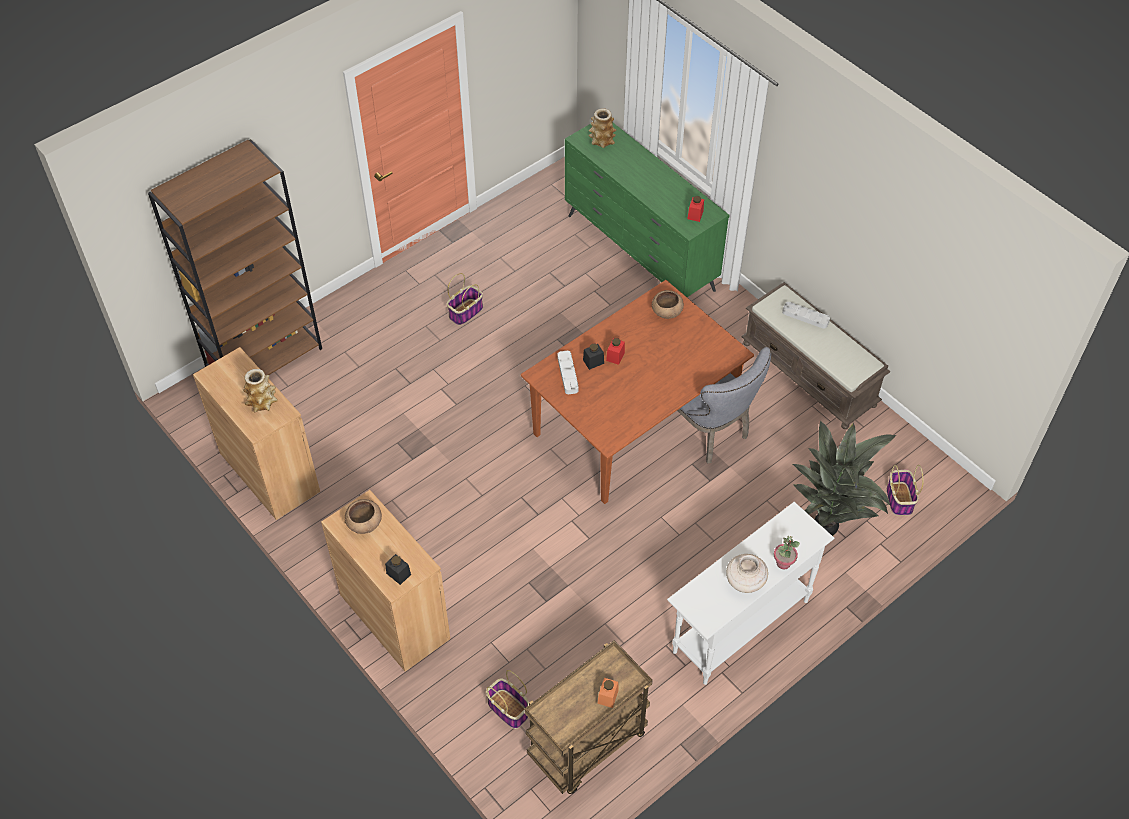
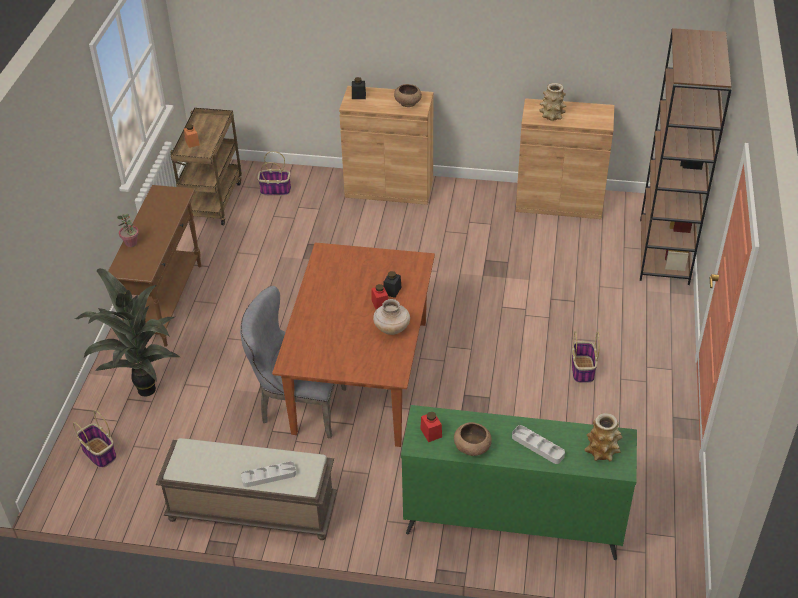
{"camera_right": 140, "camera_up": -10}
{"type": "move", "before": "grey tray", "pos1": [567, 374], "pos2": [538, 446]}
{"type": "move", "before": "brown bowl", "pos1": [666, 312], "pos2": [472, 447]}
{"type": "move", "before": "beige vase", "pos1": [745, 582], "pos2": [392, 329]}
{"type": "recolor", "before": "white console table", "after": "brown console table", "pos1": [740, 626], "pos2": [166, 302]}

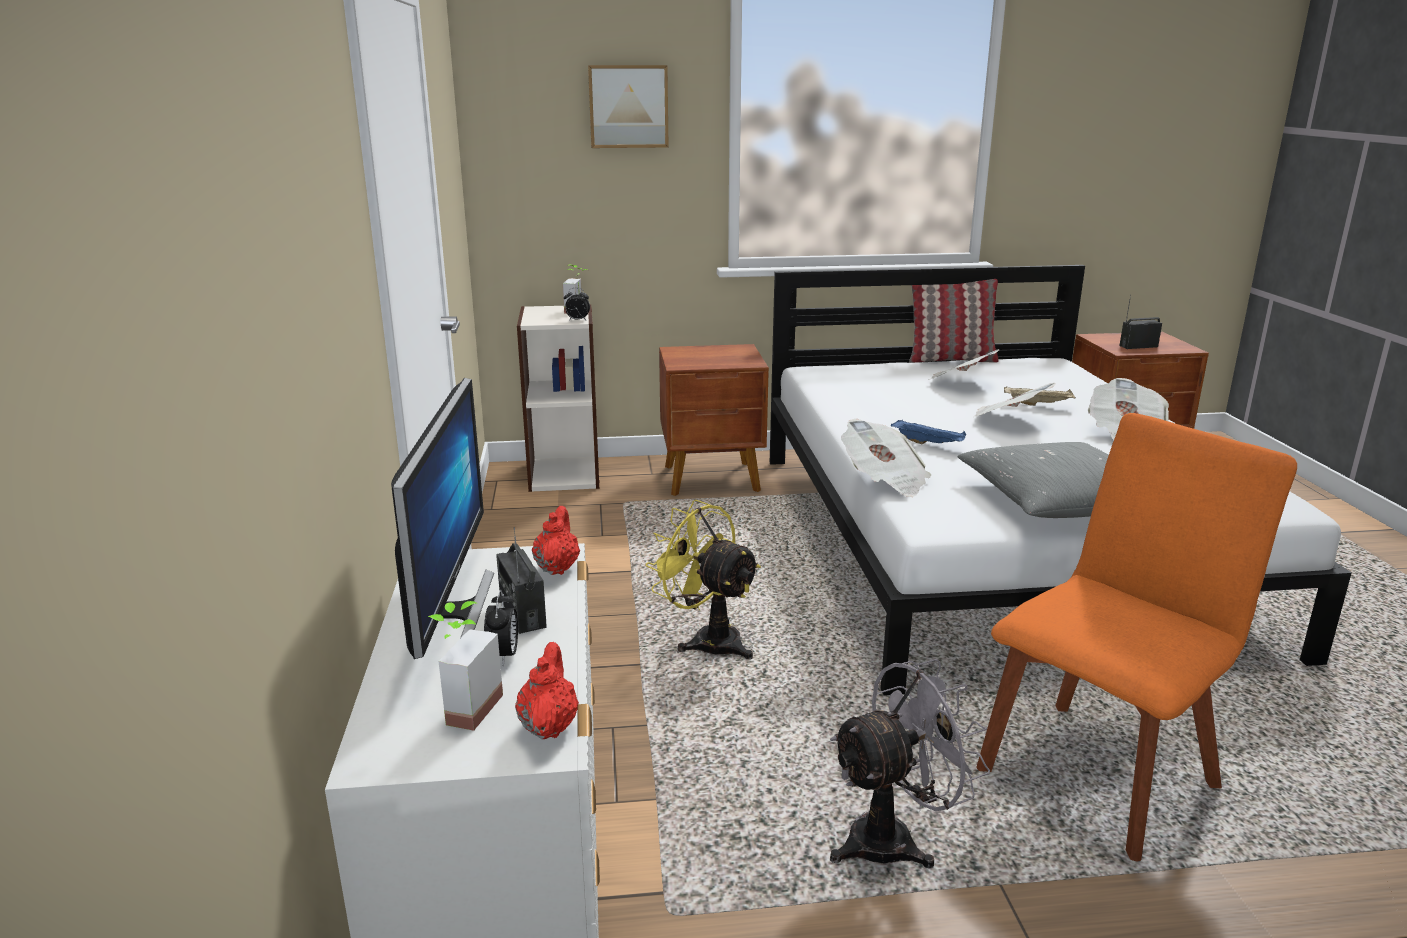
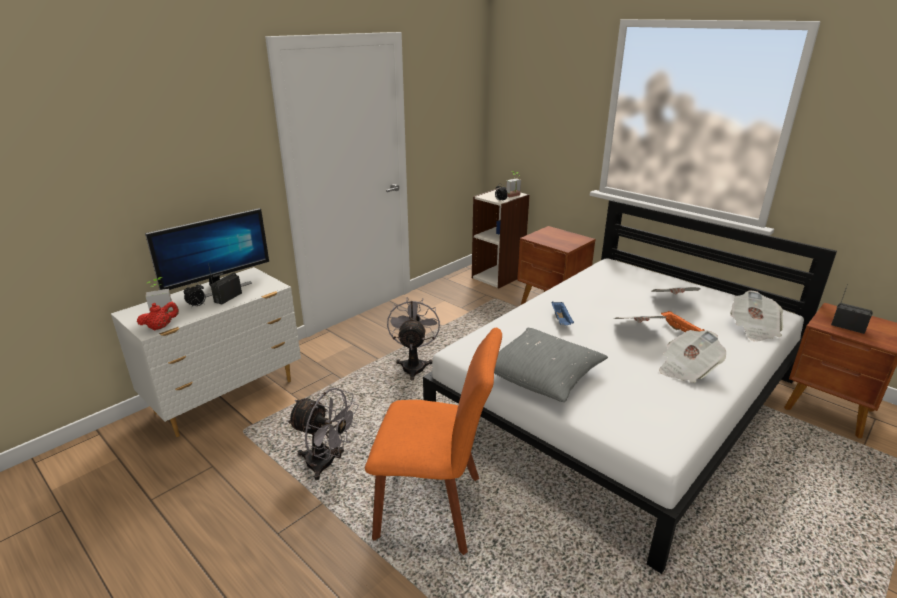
{"camera_right": 50, "camera_up": 5}
{"type": "delete", "before": "red teapot", "pos1": [557, 568]}
{"type": "delete", "before": "picture", "pos1": [628, 106]}
{"type": "delete", "before": "pillow", "pos1": [950, 359]}
{"type": "move", "before": "newspaper", "pos1": [885, 480], "pos2": [753, 329]}
{"type": "recolor", "before": "yellow fan", "after": "grey fan", "pos1": [707, 640], "pos2": [414, 365]}
{"type": "recolor", "before": "beige tray", "after": "orange tray", "pos1": [1038, 404], "pos2": [681, 330]}

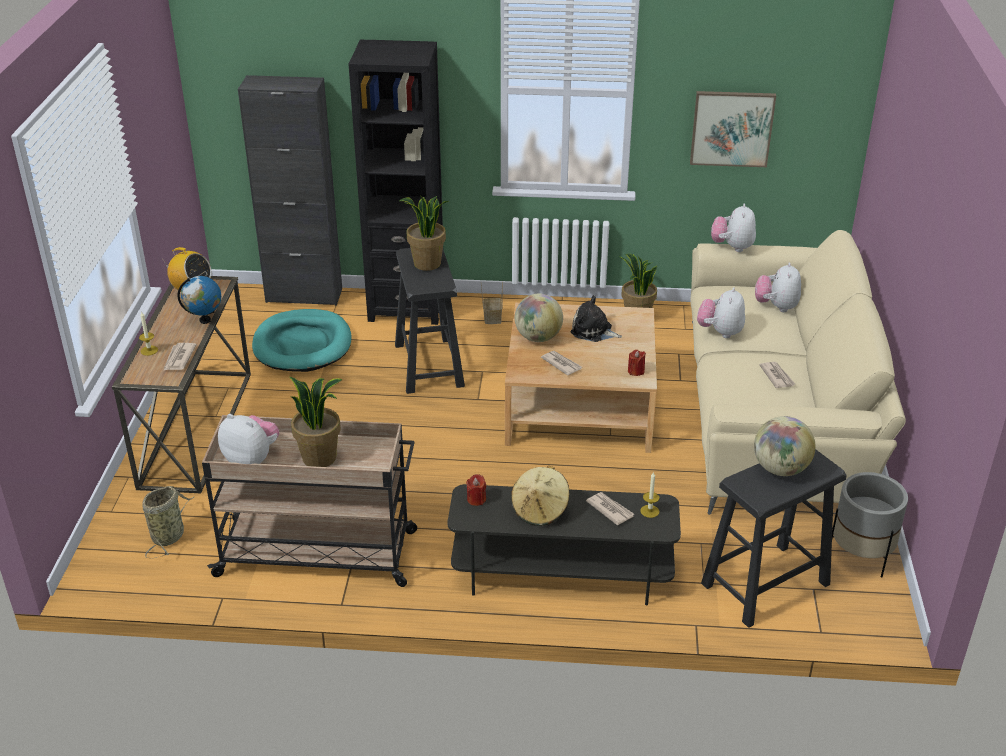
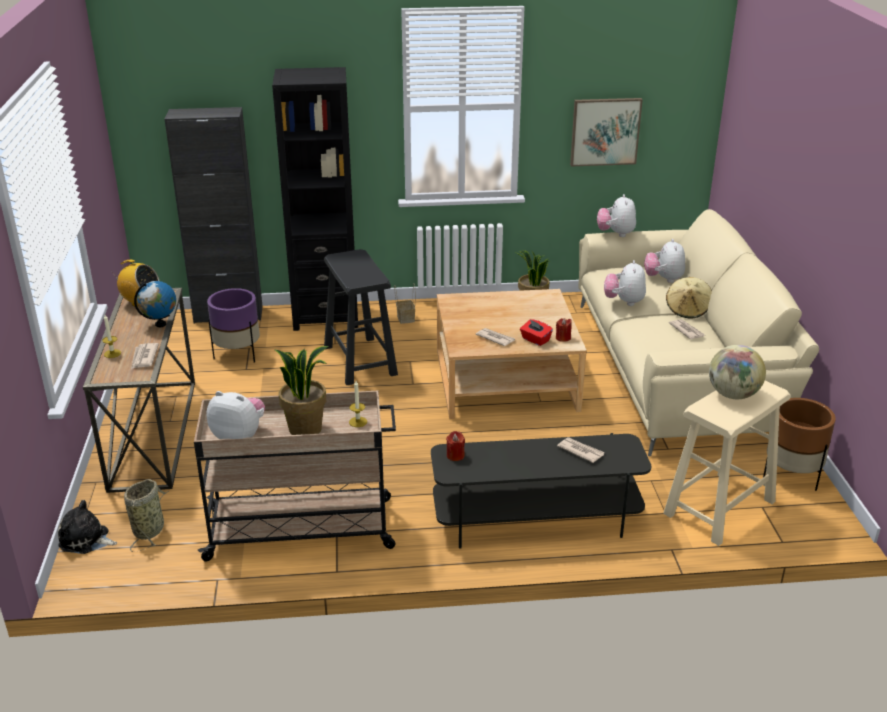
{"camera_right": -10, "camera_up": -5}
{"type": "delete", "before": "potted plant", "pos1": [427, 264]}
{"type": "delete", "before": "globe", "pos1": [538, 338]}
{"type": "insert", "after": "red tissue box", "pos2": [535, 340]}
{"type": "move", "before": "beige hat", "pos1": [540, 510], "pos2": [687, 310]}
{"type": "move", "before": "plush toy", "pos1": [593, 331], "pos2": [86, 540]}
{"type": "move", "before": "candle", "pos1": [649, 511], "pos2": [358, 422]}
{"type": "replace", "before": "turquoise dog bed", "after": "purple planter", "pos1": [302, 345], "pos2": [238, 354]}
{"type": "recolor", "before": "black stool", "after": "beige stool", "pos1": [764, 584], "pos2": [719, 508]}
{"type": "recolor", "before": "grey planter", "after": "brown planter", "pos1": [860, 556], "pos2": [791, 476]}

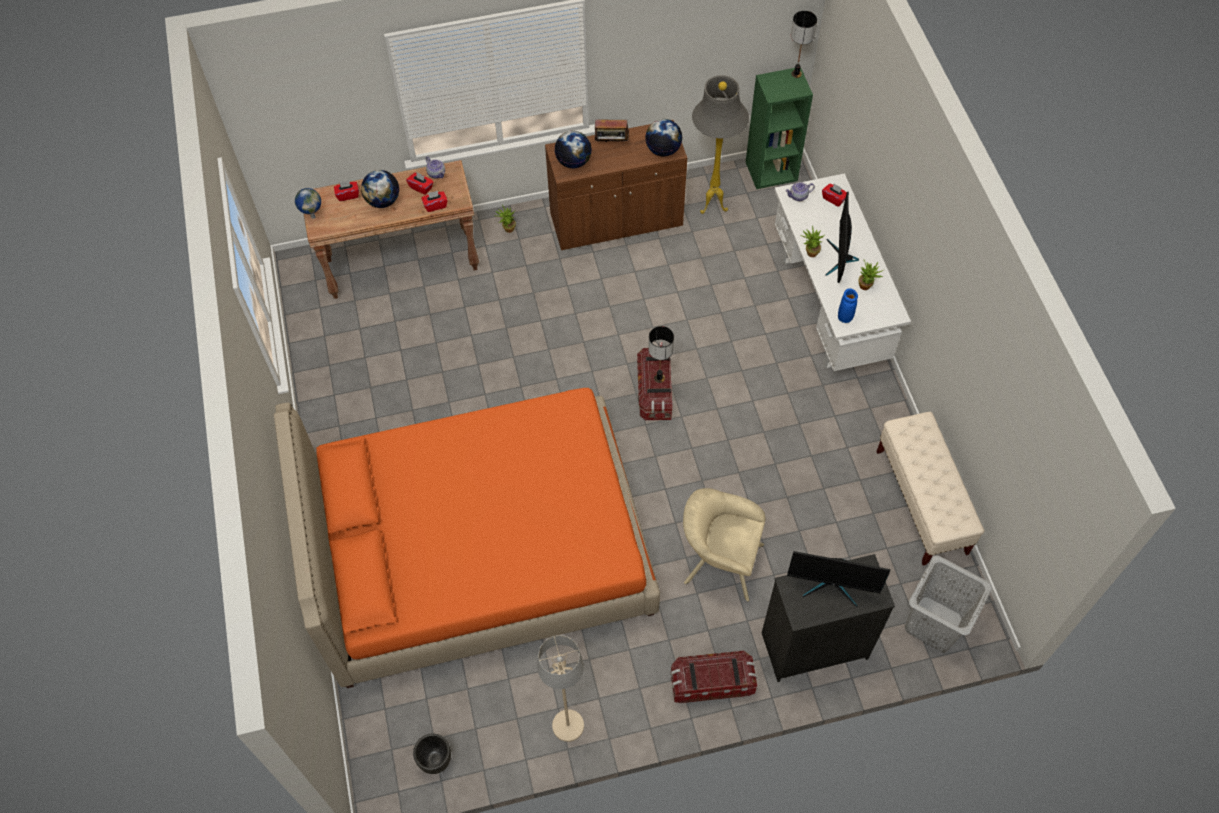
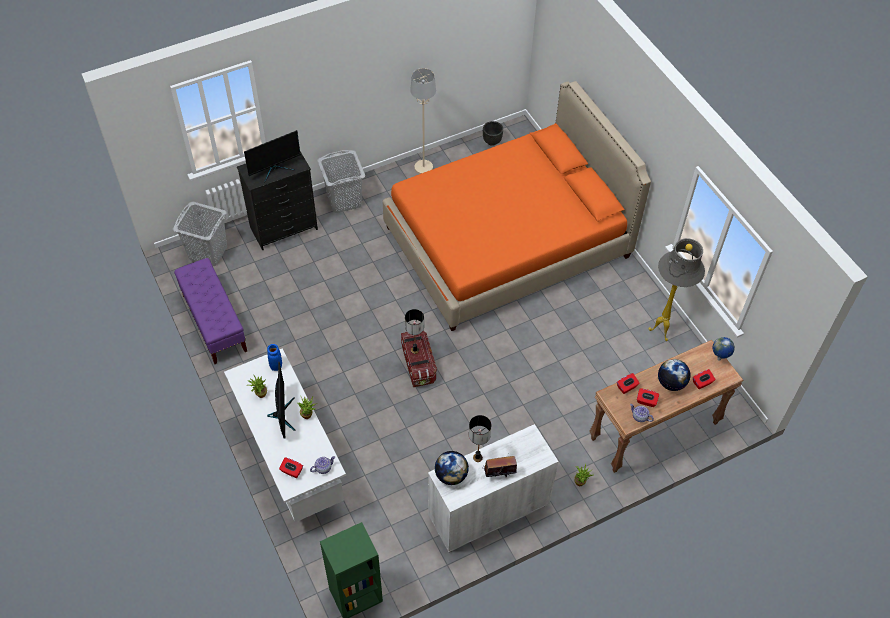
{"camera_right": 165, "camera_up": -5}
{"type": "delete", "before": "globe", "pos1": [573, 162]}
{"type": "delete", "before": "beige armchair", "pos1": [719, 562]}
{"type": "move", "before": "grey floor lamp", "pos1": [712, 206], "pos2": [662, 332]}
{"type": "move", "before": "table lamp", "pos1": [796, 74], "pos2": [478, 457]}
{"type": "replace", "before": "storage box", "after": "grey laundry basket", "pos1": [711, 683], "pos2": [344, 200]}
{"type": "recolor", "before": "brown cabinet", "after": "white cabinet", "pos1": [616, 220], "pos2": [488, 509]}
{"type": "recolor", "before": "beige bench", "after": "purple bench", "pos1": [921, 502], "pos2": [214, 323]}
{"type": "rotate", "before": "monitor", "pos1": [832, 586], "pos2": [275, 169], "turn": 150}

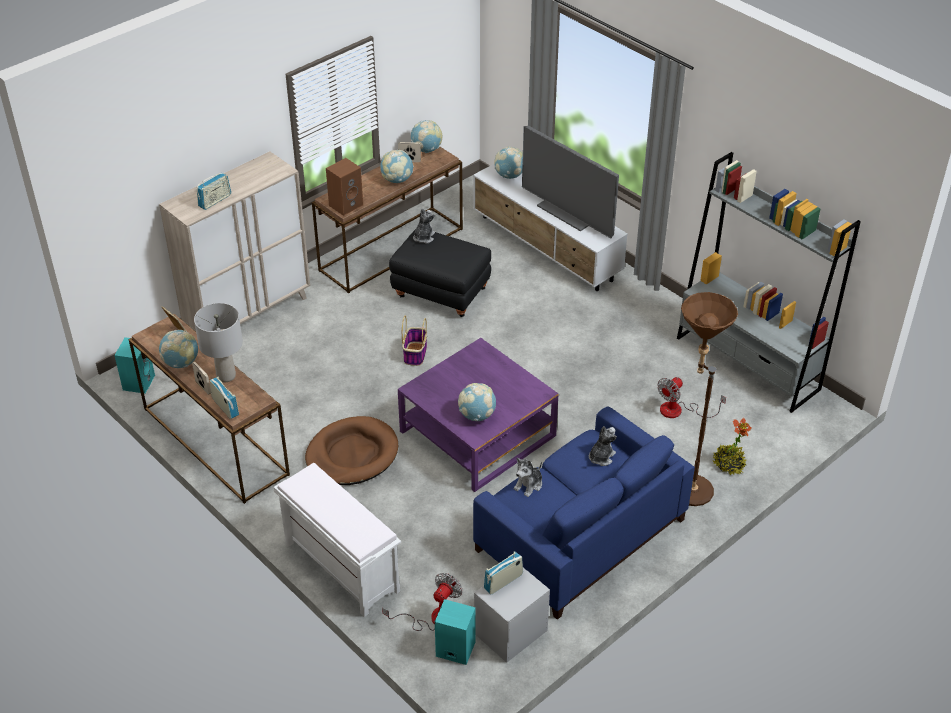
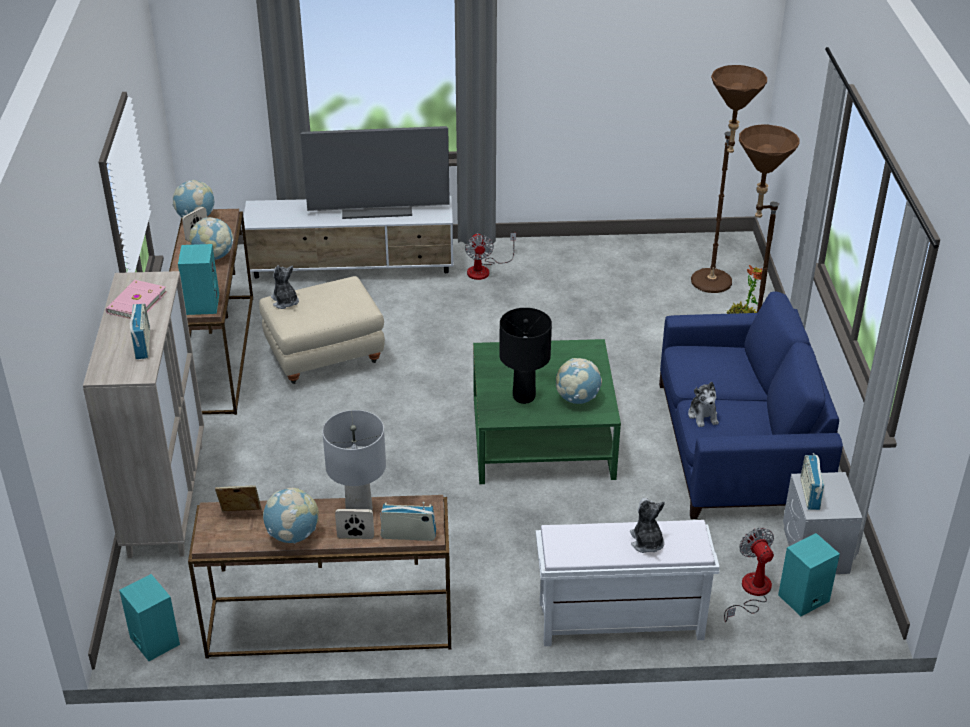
{"camera_right": -50, "camera_up": -5}
{"type": "delete", "before": "brown dog bed", "pos1": [352, 454]}
{"type": "delete", "before": "basket", "pos1": [415, 353]}
{"type": "delete", "before": "globe", "pos1": [509, 175]}
{"type": "delete", "before": "grey bookcase", "pos1": [747, 364]}
{"type": "insert", "after": "pink book", "pos2": [135, 302]}
{"type": "insert", "after": "black table lamp", "pos2": [523, 397]}
{"type": "insert", "after": "brown floor lamp", "pos2": [713, 287]}
{"type": "move", "before": "plush toy", "pos1": [601, 457], "pos2": [646, 542]}
{"type": "move", "before": "fan", "pos1": [679, 411], "pos2": [484, 269]}
{"type": "recolor", "before": "brown speaker", "after": "turquoise speaker", "pos1": [346, 204], "pos2": [201, 303]}
{"type": "recolor", "before": "black ottoman", "after": "beige ottoman", "pos1": [440, 295], "pos2": [324, 359]}
{"type": "recolor", "before": "purple coffee table", "after": "green coffee table", "pos1": [477, 433], "pos2": [542, 437]}

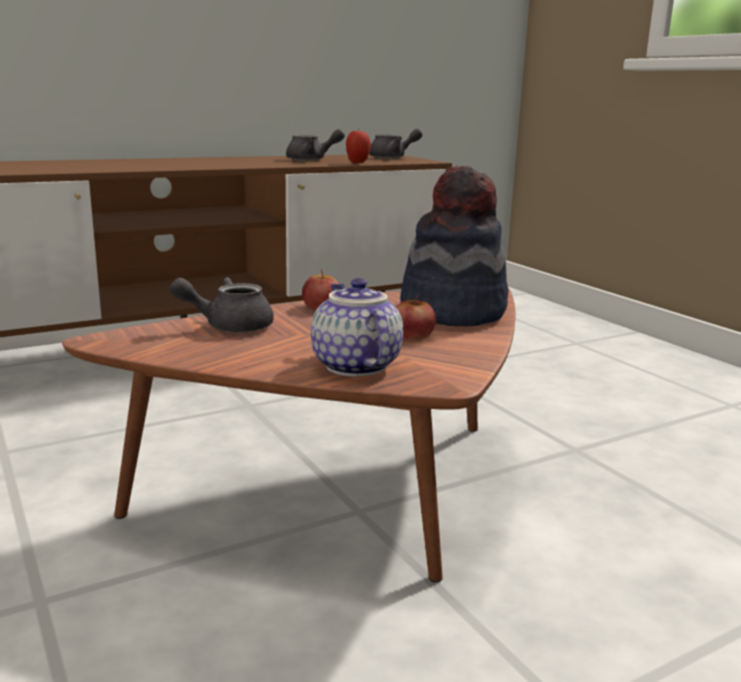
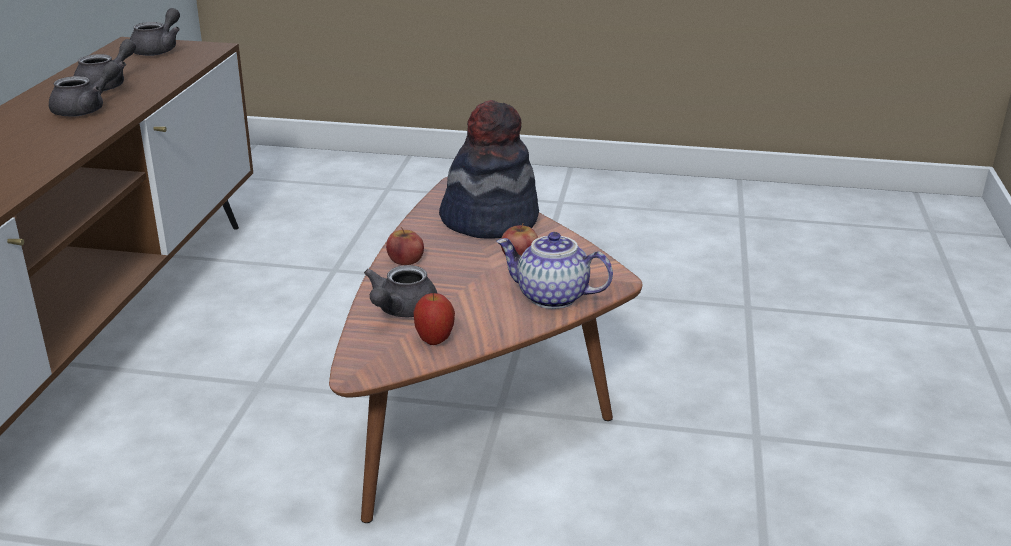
{"camera_right": -50, "camera_up": 10}
{"type": "insert", "after": "grey teapot", "pos2": [86, 109]}
{"type": "move", "before": "apple", "pos1": [357, 163], "pos2": [434, 341]}

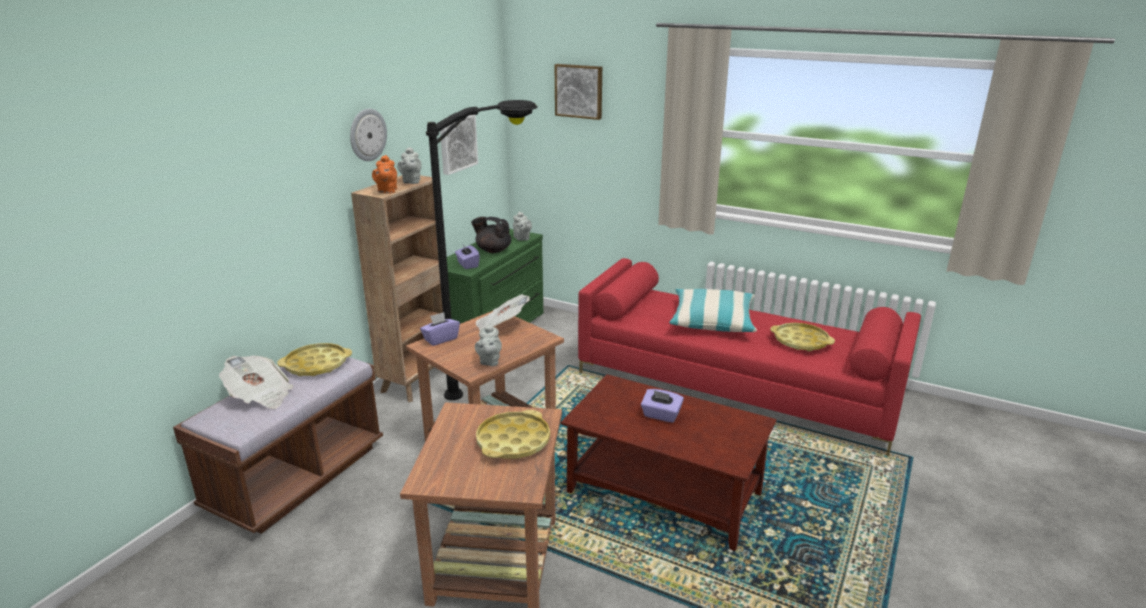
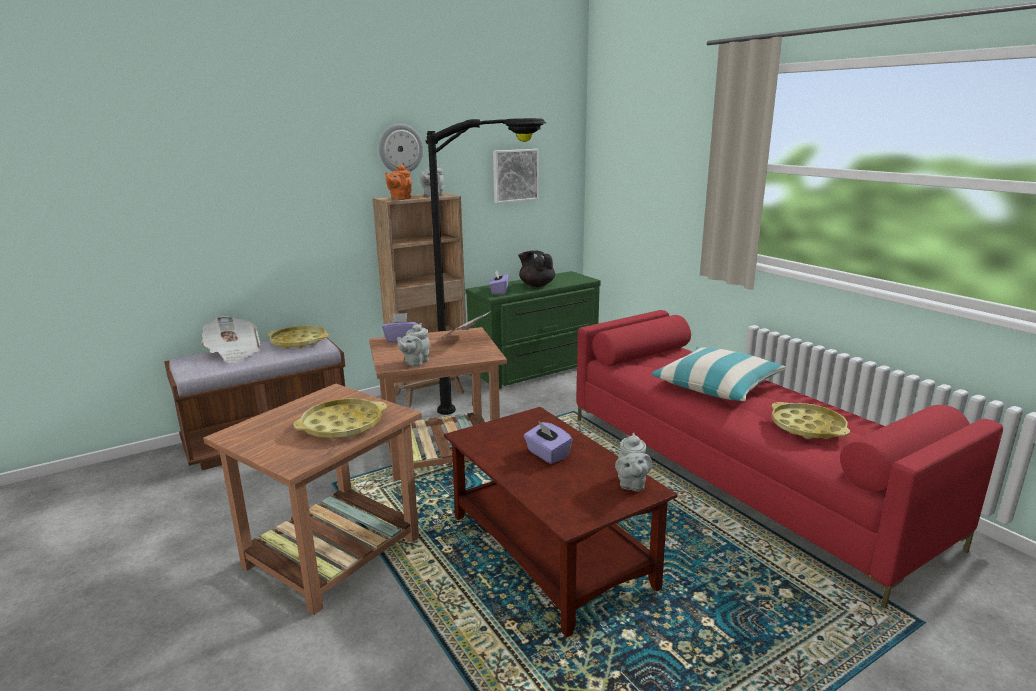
{"camera_right": 30, "camera_up": -5}
{"type": "delete", "before": "picture", "pos1": [579, 91]}
{"type": "move", "before": "grey teapot", "pos1": [522, 238], "pos2": [631, 484]}

